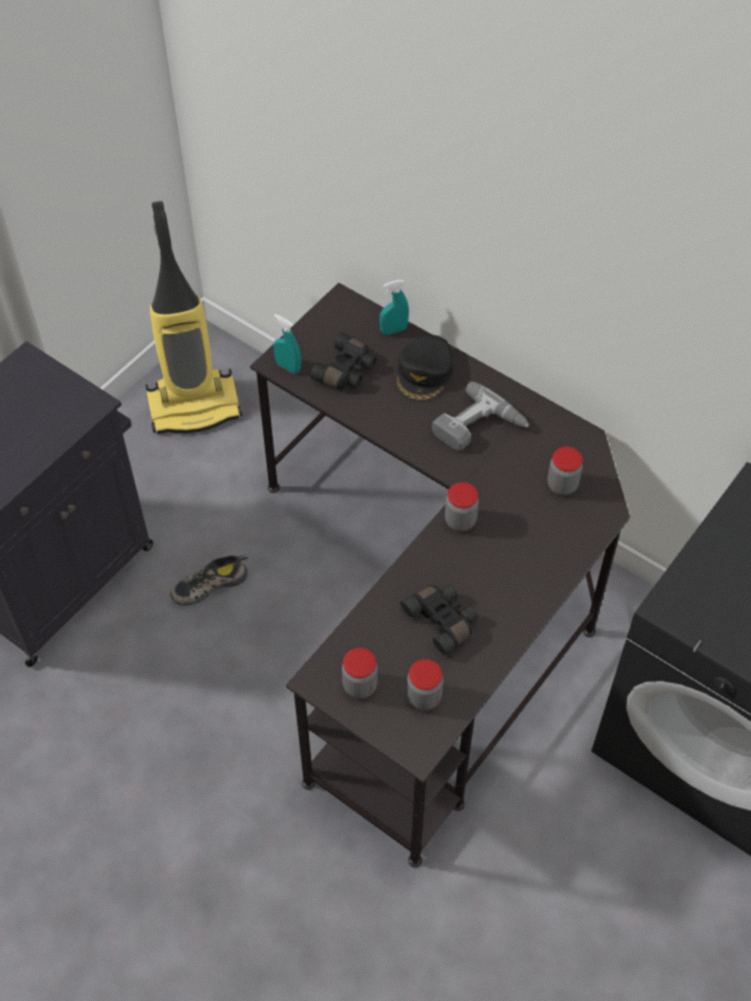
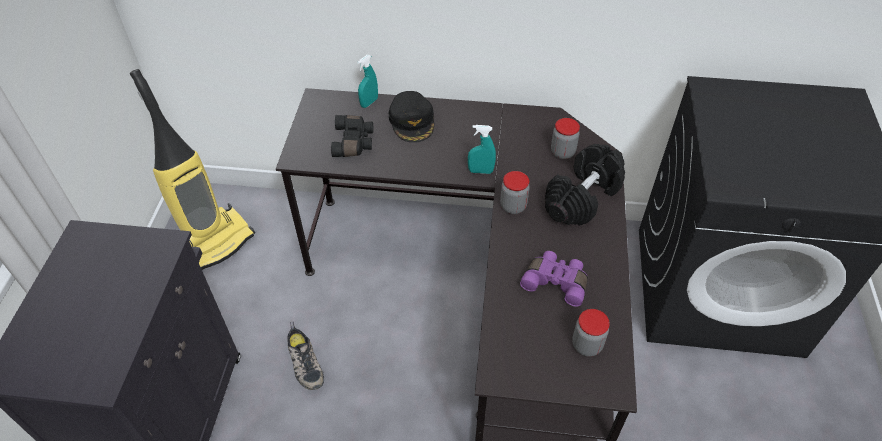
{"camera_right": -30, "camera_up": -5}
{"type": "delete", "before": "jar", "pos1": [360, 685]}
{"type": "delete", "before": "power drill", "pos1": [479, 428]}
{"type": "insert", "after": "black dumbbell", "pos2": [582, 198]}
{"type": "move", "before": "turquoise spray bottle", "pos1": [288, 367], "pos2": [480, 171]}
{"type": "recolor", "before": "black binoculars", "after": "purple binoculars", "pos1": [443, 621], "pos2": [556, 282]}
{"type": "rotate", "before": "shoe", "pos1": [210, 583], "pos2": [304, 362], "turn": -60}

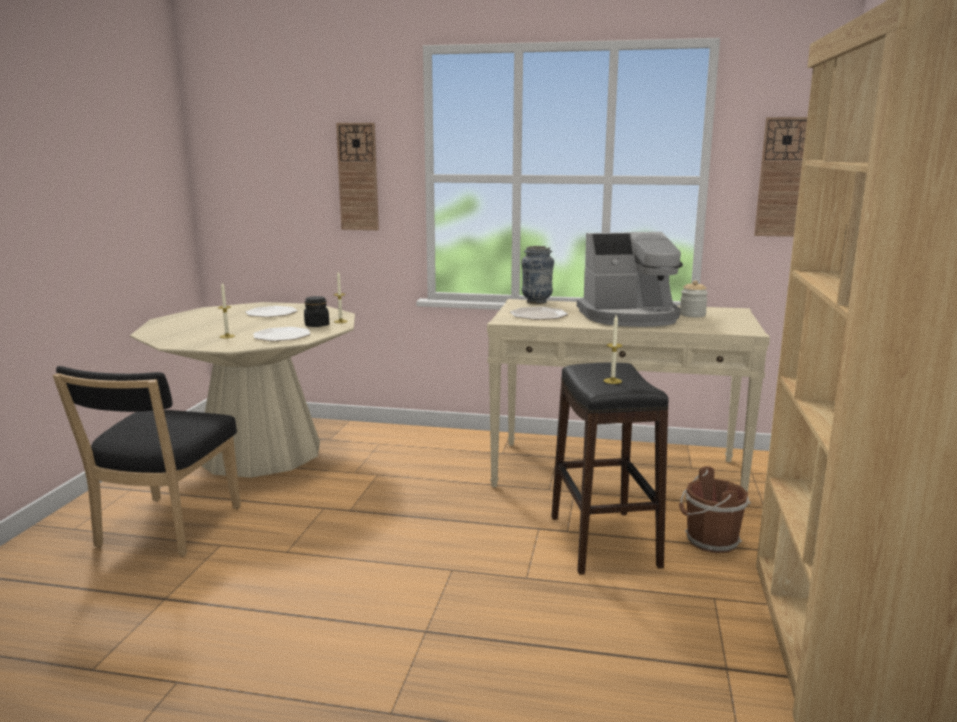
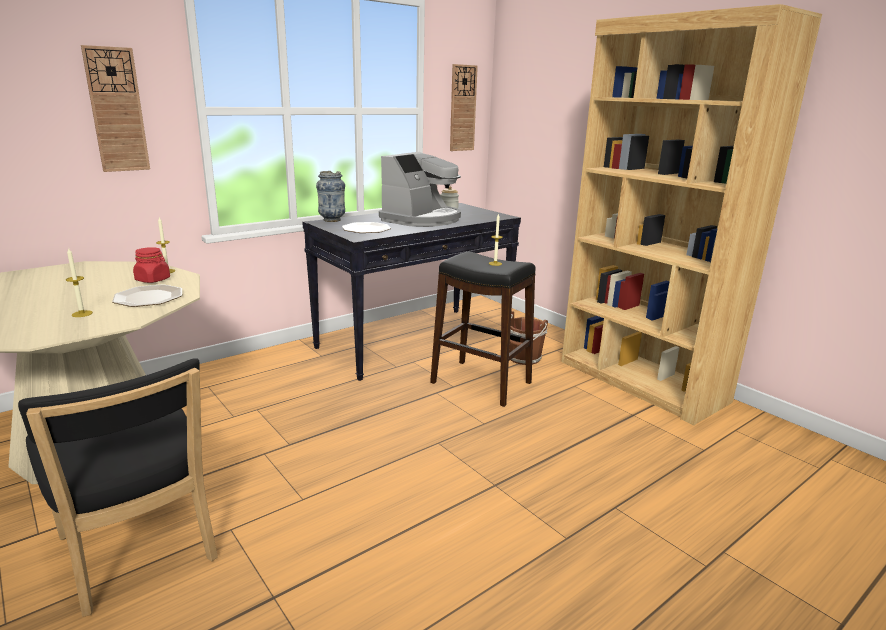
{"camera_right": -50, "camera_up": 5}
{"type": "delete", "before": "plate", "pos1": [272, 313]}
{"type": "recolor", "before": "black jar", "after": "red jar", "pos1": [317, 325], "pos2": [153, 280]}
{"type": "recolor", "before": "beige console table", "after": "black console table", "pos1": [616, 473], "pos2": [415, 341]}

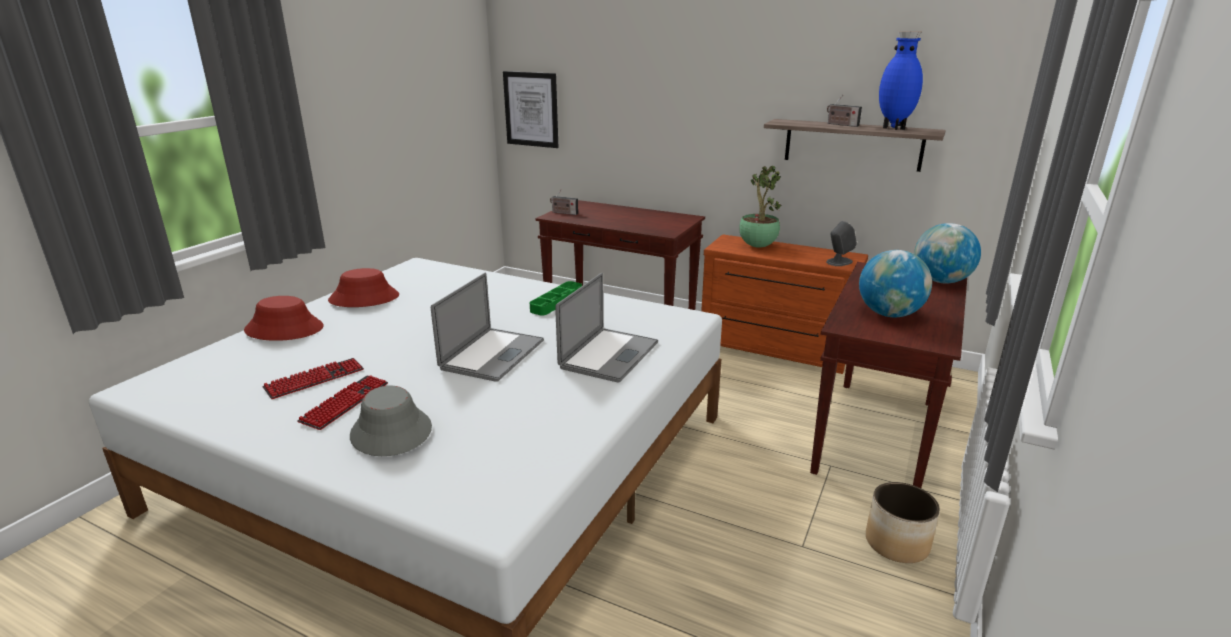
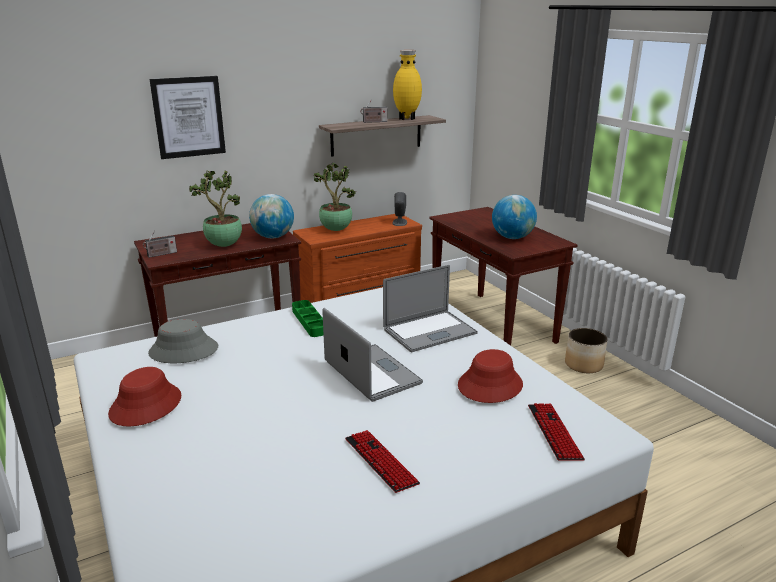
{"camera_right": -55, "camera_up": 0}
{"type": "insert", "after": "potted plant", "pos2": [223, 245]}
{"type": "move", "before": "red hat", "pos1": [284, 329], "pos2": [490, 385]}
{"type": "move", "before": "keyboard", "pos1": [315, 379], "pos2": [554, 432]}
{"type": "move", "before": "grey hat", "pos1": [391, 432], "pos2": [183, 351]}
{"type": "move", "before": "picture", "pos1": [531, 109], "pos2": [188, 117]}
{"type": "move", "before": "globe", "pos1": [941, 281], "pos2": [273, 237]}
{"type": "recolor", "before": "blue vase", "after": "yellow vase", "pos1": [894, 128], "pos2": [407, 119]}
{"type": "rotate", "before": "laptop", "pos1": [609, 355], "pos2": [429, 331], "turn": 90}

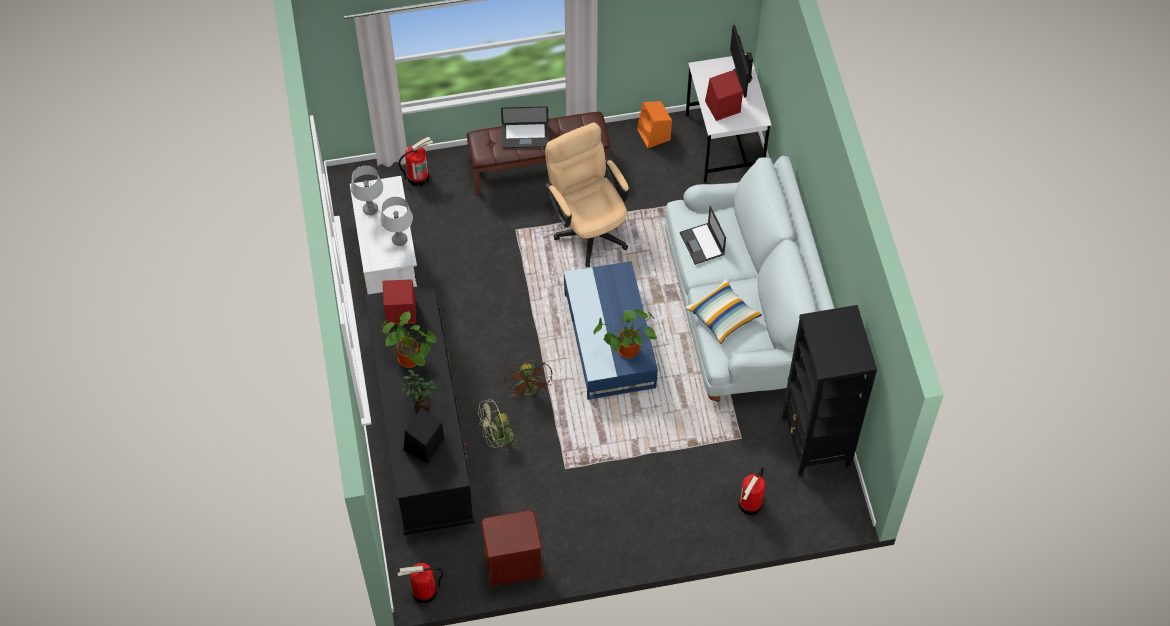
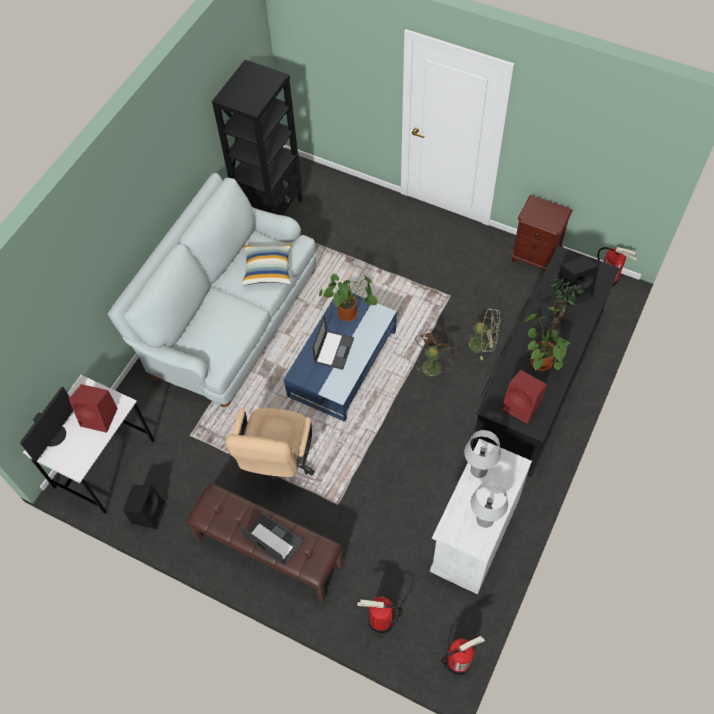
{"camera_right": -140, "camera_up": 0}
{"type": "move", "before": "laptop", "pos1": [702, 244], "pos2": [334, 350]}
{"type": "move", "before": "fire extinguisher", "pos1": [750, 504], "pos2": [458, 661]}
{"type": "recolor", "before": "orange speaker", "after": "black speaker", "pos1": [654, 135], "pos2": [149, 512]}

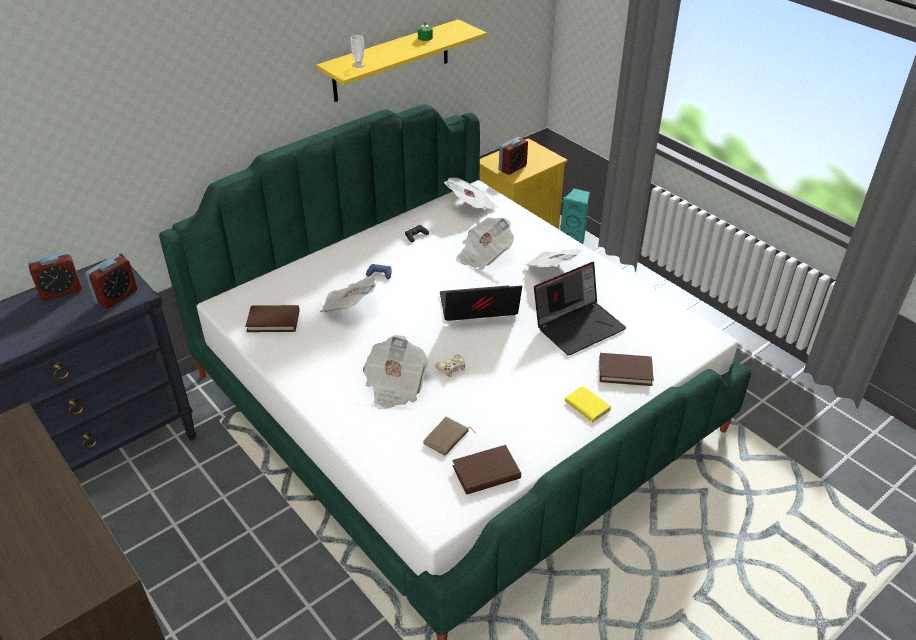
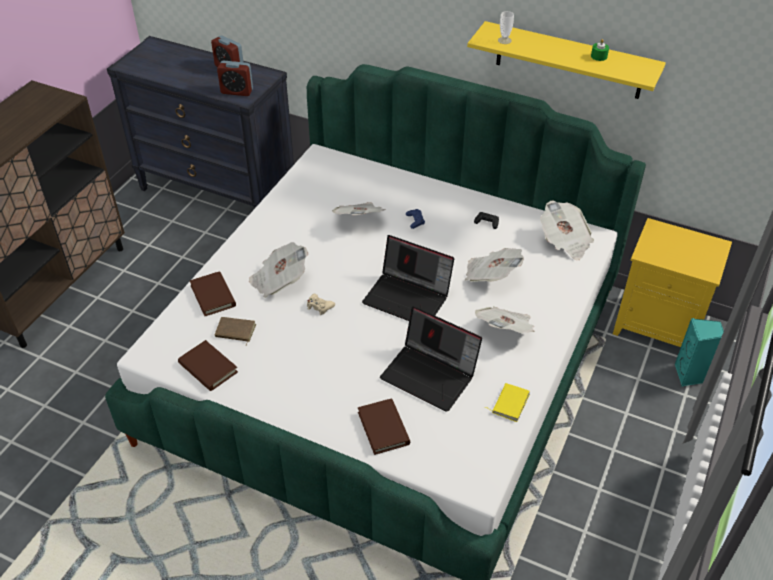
{"camera_right": 65, "camera_up": 5}
{"type": "delete", "before": "alarm clock", "pos1": [512, 168]}
{"type": "move", "before": "brown book", "pos1": [273, 321], "pos2": [213, 296]}
{"type": "move", "before": "yellow book", "pos1": [586, 406], "pos2": [509, 403]}
{"type": "rotate", "before": "laptop", "pos1": [477, 309], "pos2": [408, 297], "turn": 150}

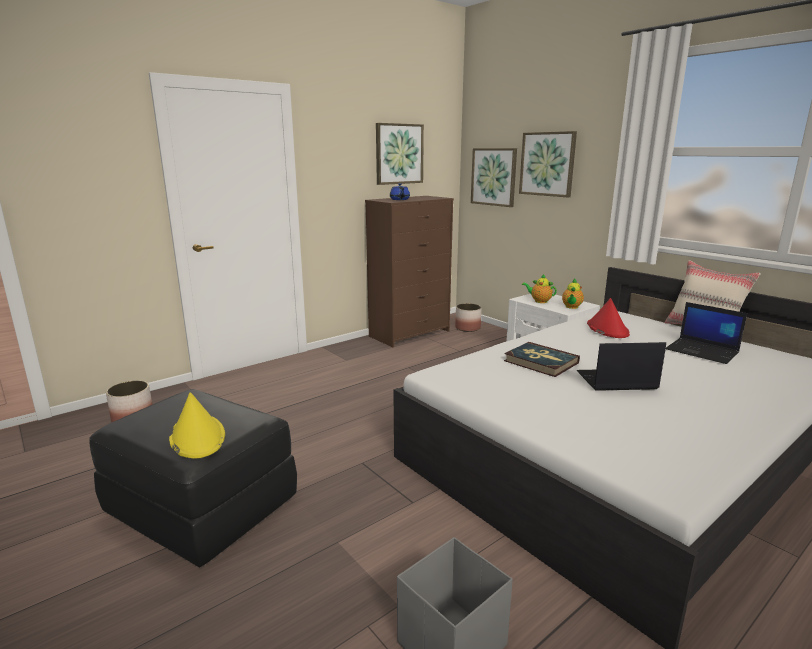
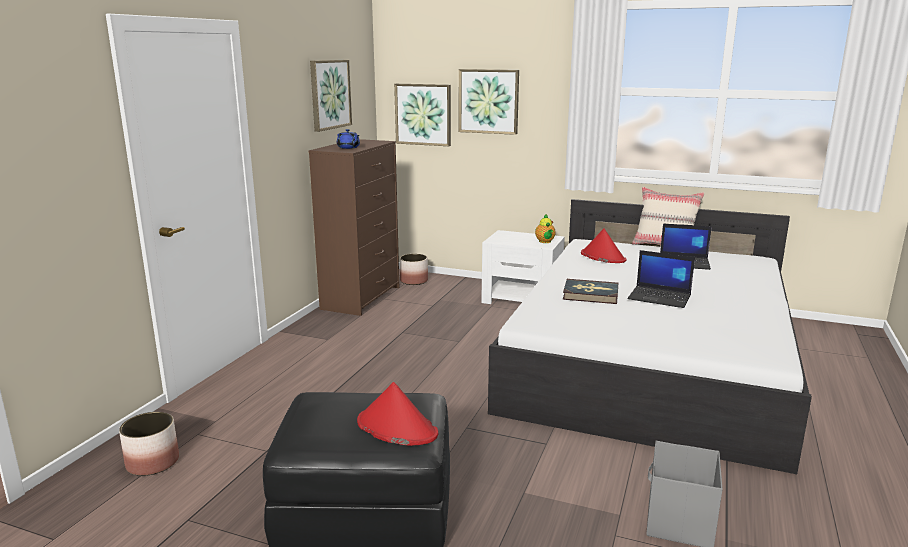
{"camera_right": -30, "camera_up": 0}
{"type": "delete", "before": "teapot", "pos1": [539, 301]}
{"type": "recolor", "before": "yellow hat", "after": "red hat", "pos1": [197, 437], "pos2": [396, 428]}
{"type": "rotate", "before": "laptop", "pos1": [615, 381], "pos2": [660, 297], "turn": -120}

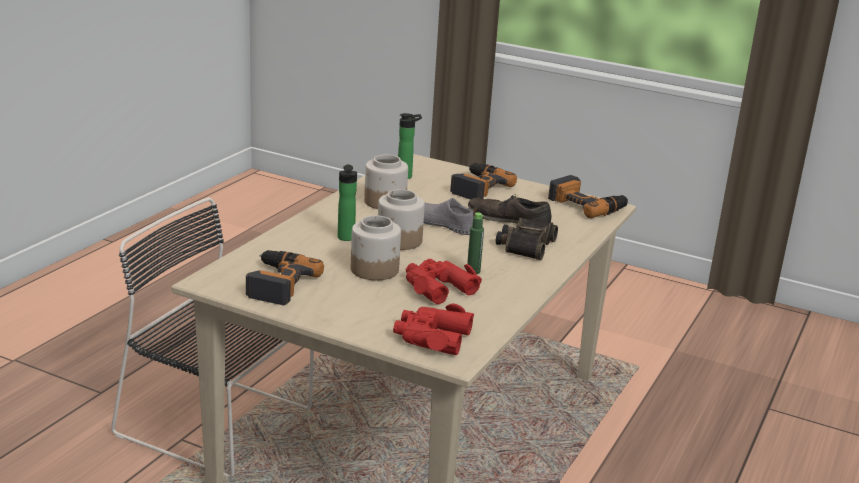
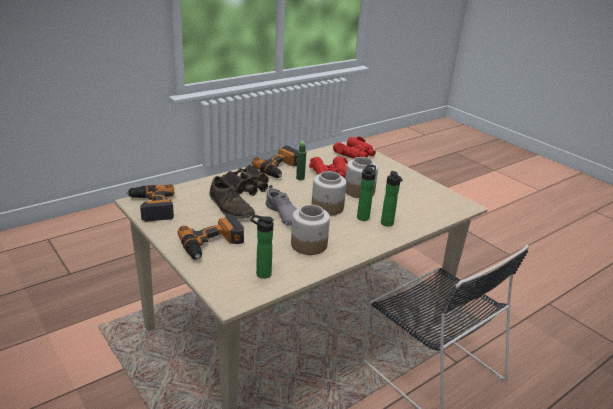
{"camera_right": -155, "camera_up": 5}
{"type": "insert", "after": "bottle", "pos2": [387, 224]}
{"type": "move", "before": "power drill", "pos1": [276, 283], "pos2": [280, 168]}

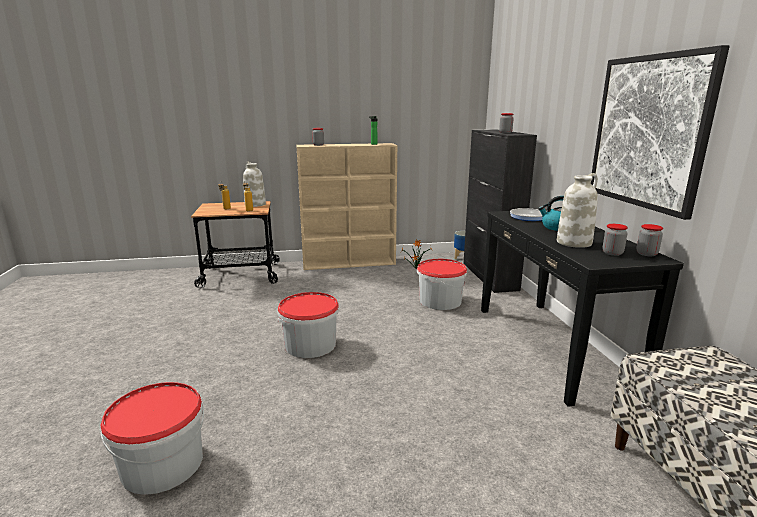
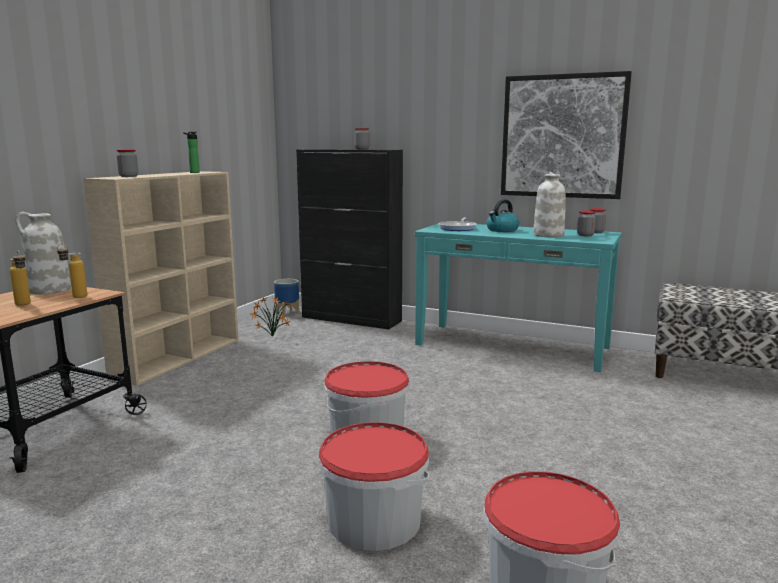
{"camera_right": -55, "camera_up": -5}
{"type": "move", "before": "bucket", "pos1": [440, 301], "pos2": [374, 521]}
{"type": "recolor", "before": "black console table", "after": "turquoise console table", "pos1": [552, 346], "pos2": [512, 346]}

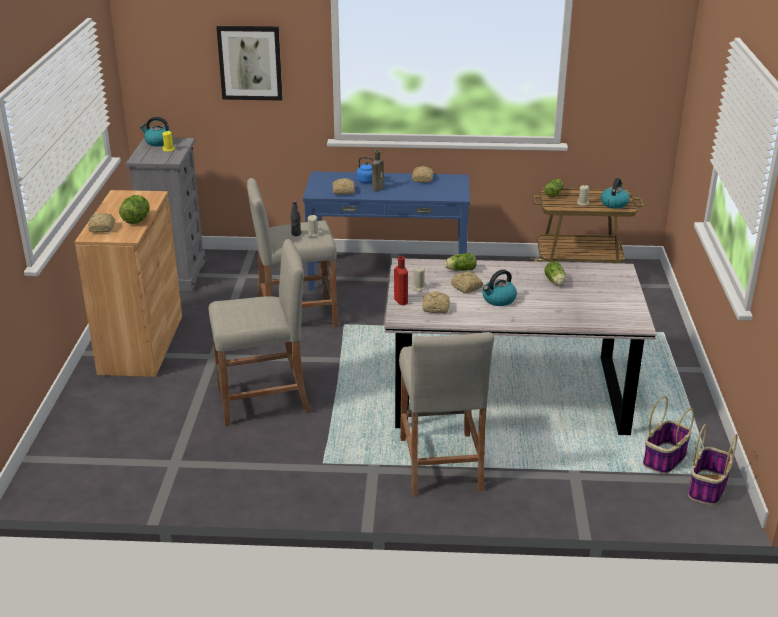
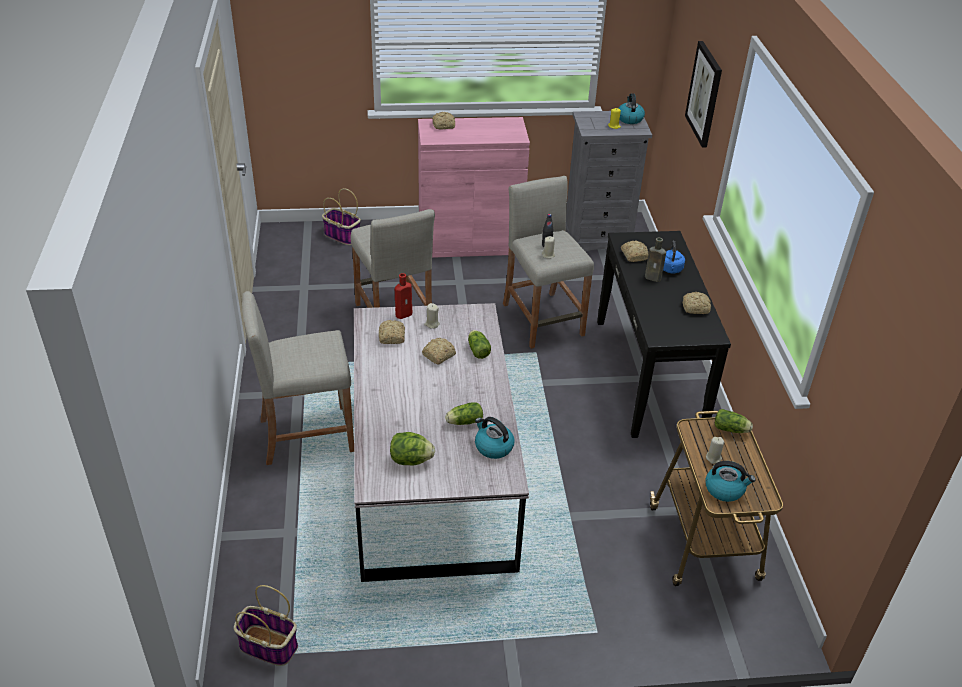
{"camera_right": 80, "camera_up": 10}
{"type": "move", "before": "lettuce", "pos1": [136, 220], "pos2": [410, 460]}
{"type": "move", "before": "kettle", "pos1": [498, 300], "pos2": [493, 447]}
{"type": "move", "before": "basket", "pos1": [664, 459], "pos2": [341, 236]}
{"type": "recolor", "before": "brown cabinet", "after": "pink cabinet", "pos1": [141, 344], "pos2": [469, 242]}
{"type": "recolor", "before": "blue console table", "after": "black console table", "pos1": [388, 276], "pos2": [649, 374]}

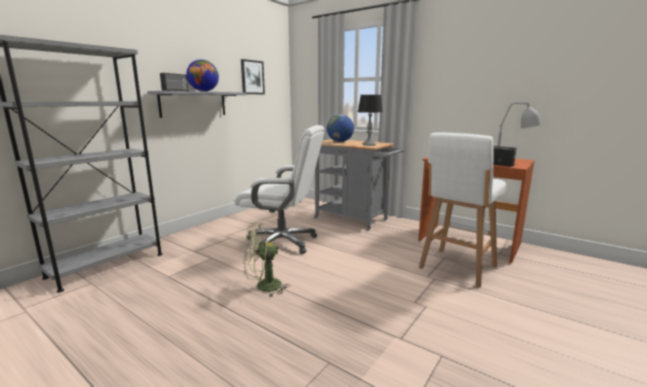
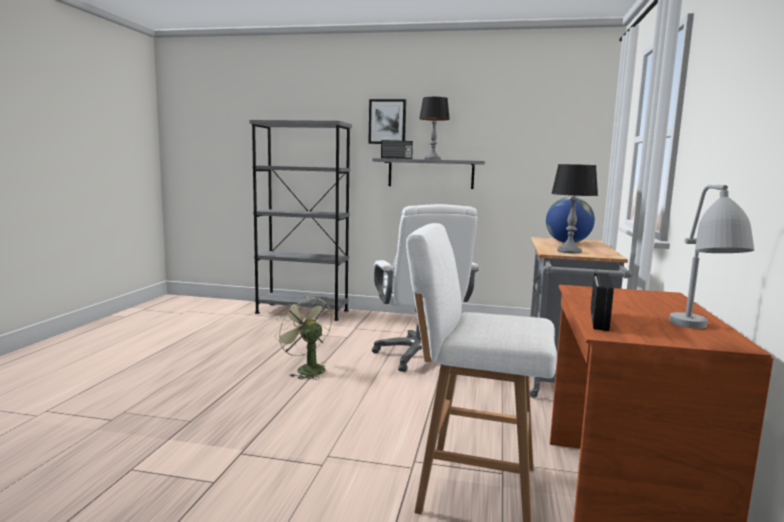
{"camera_right": 65, "camera_up": -5}
{"type": "move", "before": "picture", "pos1": [252, 77], "pos2": [387, 121]}
{"type": "replace", "before": "globe", "after": "table lamp", "pos1": [204, 91], "pos2": [432, 159]}

